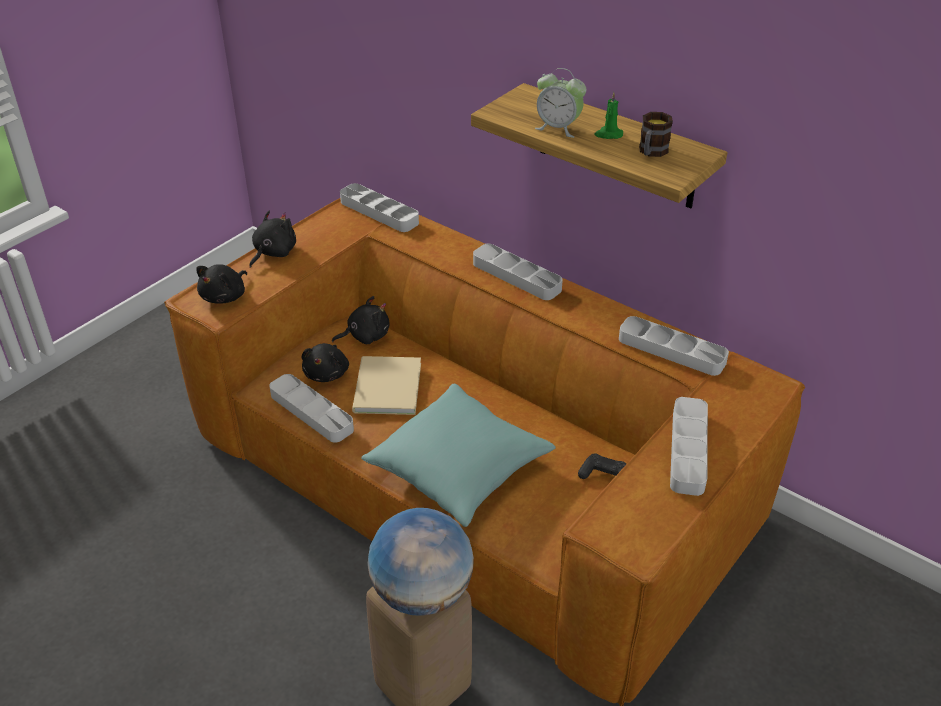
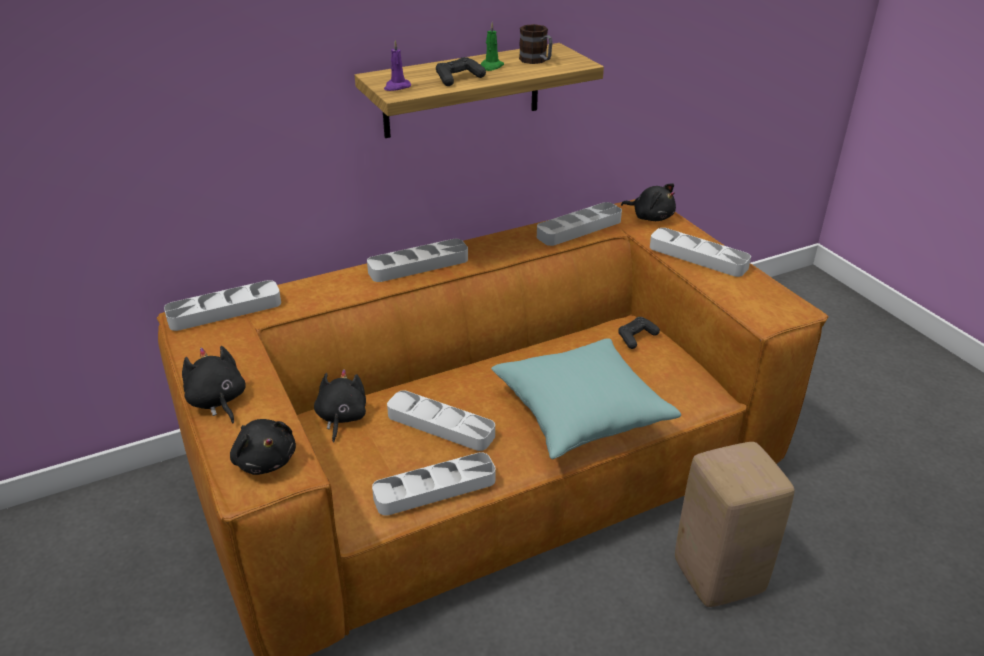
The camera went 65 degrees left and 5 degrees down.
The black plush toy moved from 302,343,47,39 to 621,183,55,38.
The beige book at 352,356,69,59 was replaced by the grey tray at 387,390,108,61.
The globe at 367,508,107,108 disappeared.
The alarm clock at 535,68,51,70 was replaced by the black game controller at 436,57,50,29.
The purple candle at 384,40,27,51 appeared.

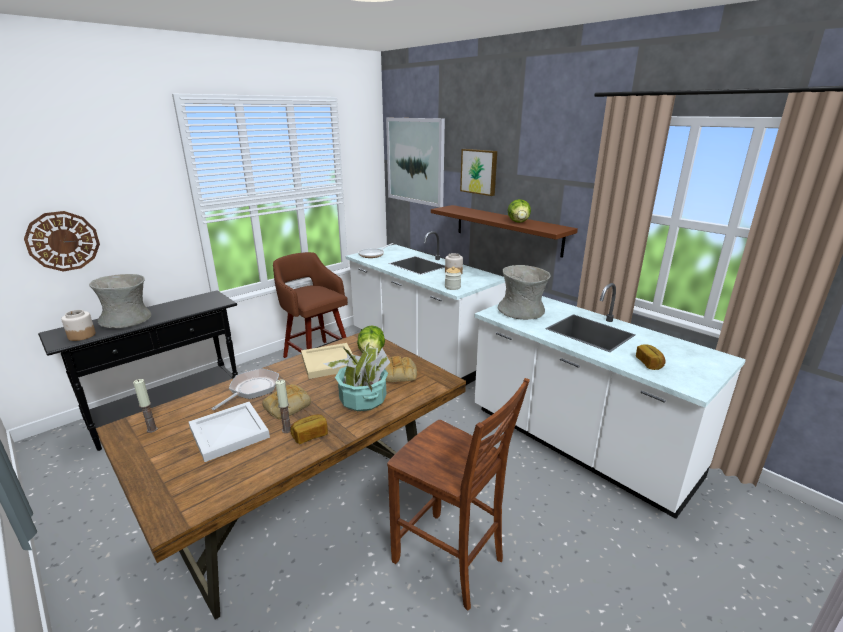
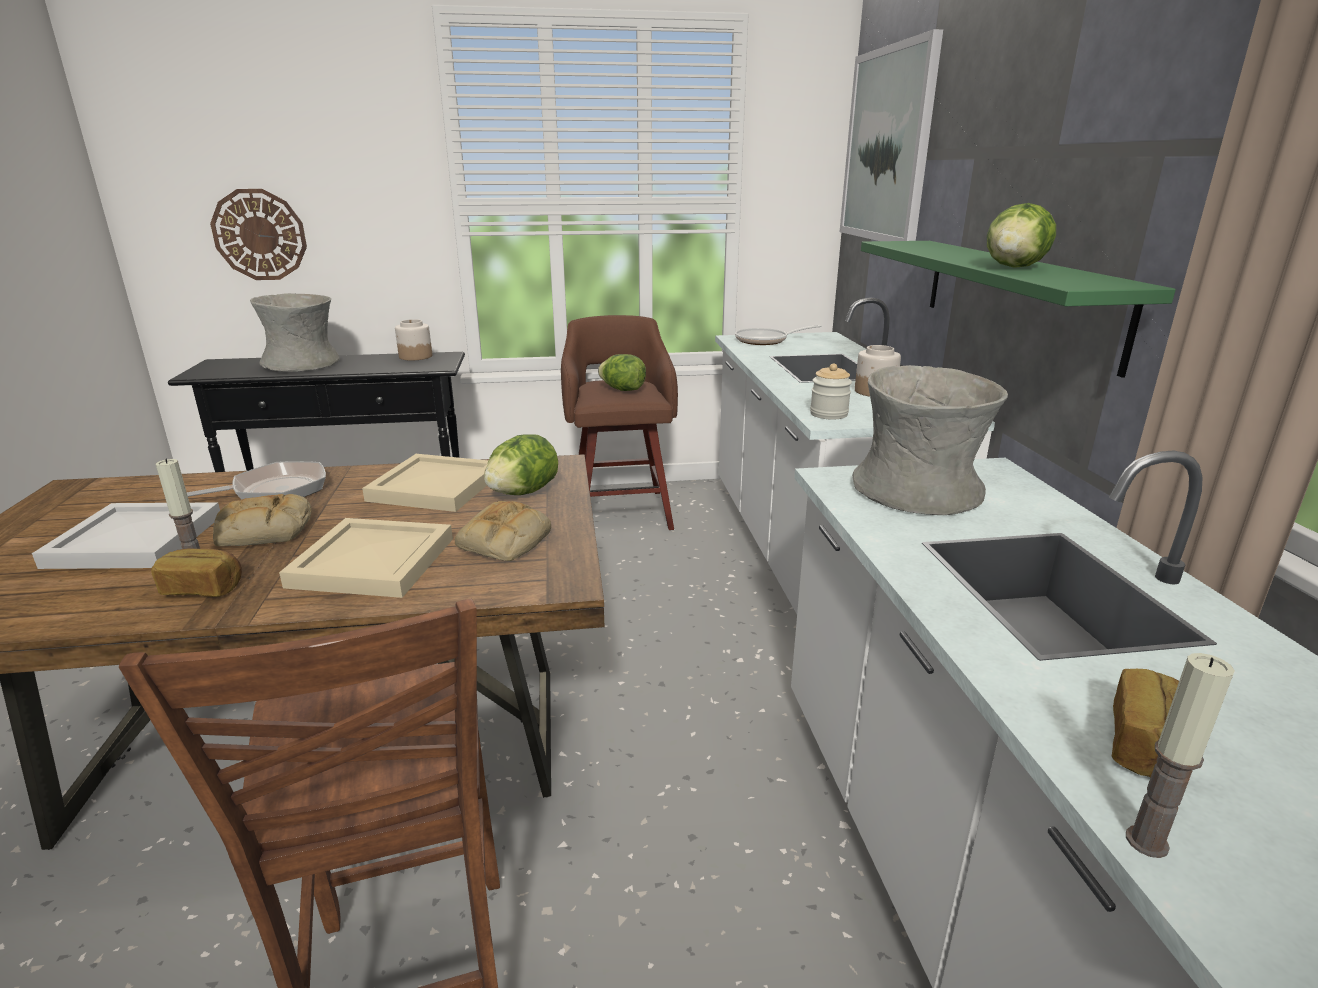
The camera went 35 degrees right and 0 degrees up.
The jar moved from 61,310,35,31 to 395,319,37,42.
The candle moved from 133,379,25,54 to 1126,653,109,205.
The potted plant at 323,343,67,68 was replaced by the beige tray at 279,518,174,80.
The brown shelf at 431,205,147,53 became the green shelf at 861,241,315,137.
The picture at 460,149,37,47 disappeared.
The lettuce at 598,354,48,37 appeared.

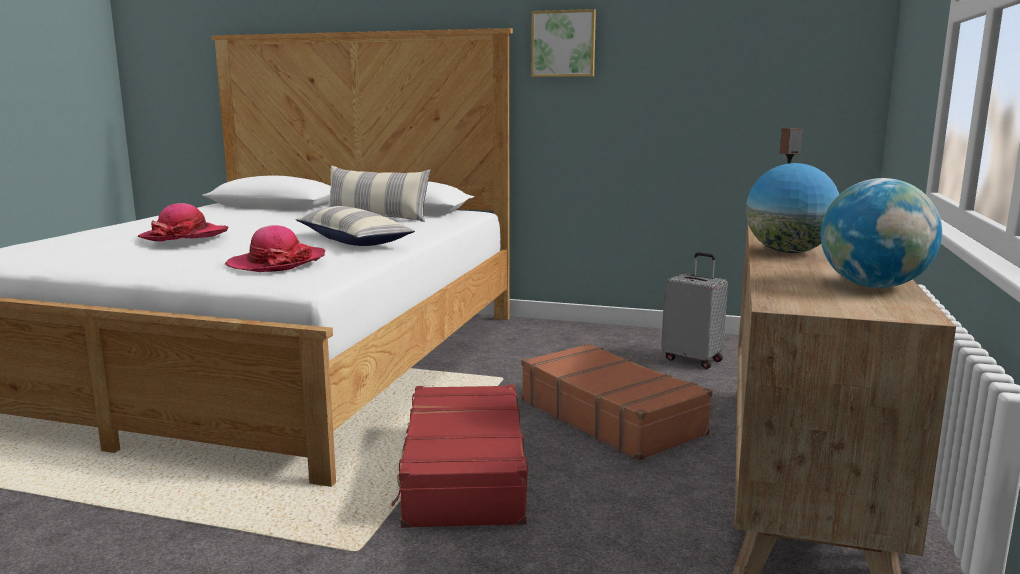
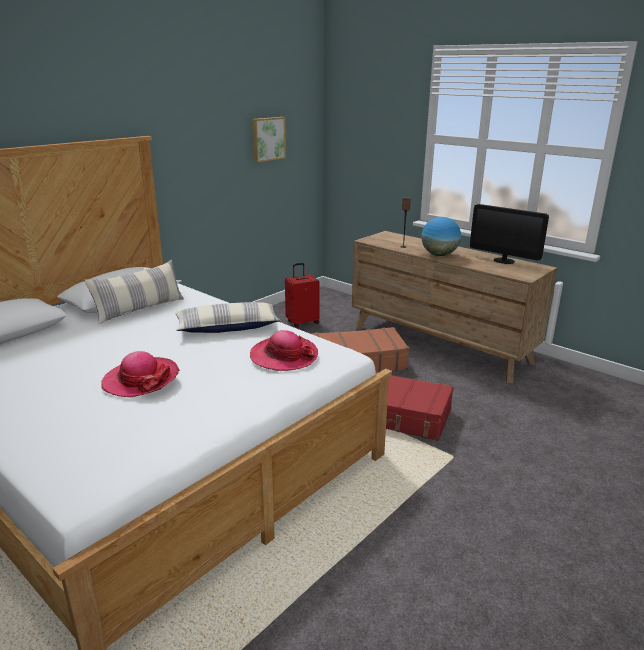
The camera went 65 degrees left and 10 degrees up.
The picture moved from 531,9,65,68 to 252,117,34,45.
The grey suitcase at 661,252,67,117 became the red suitcase at 285,263,35,65.
The globe at 821,178,121,110 was replaced by the monitor at 470,204,79,60.

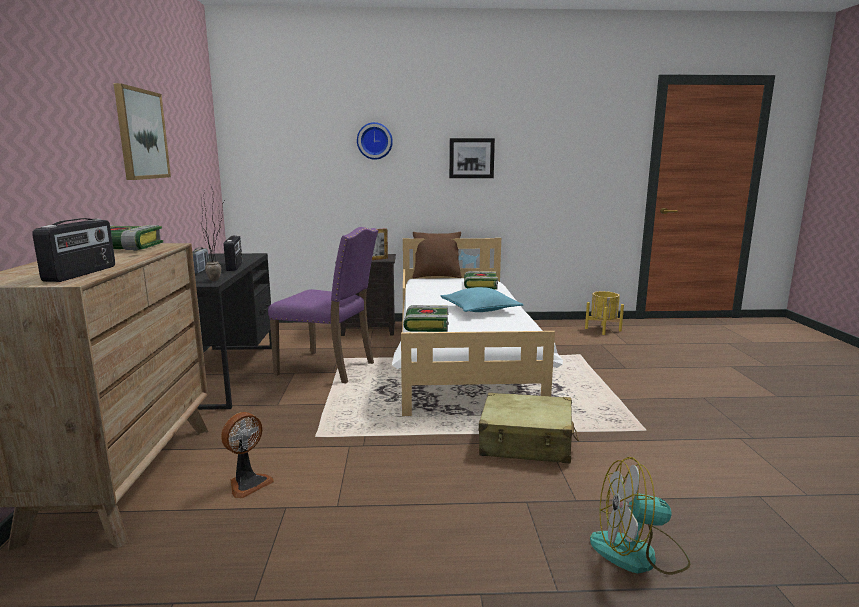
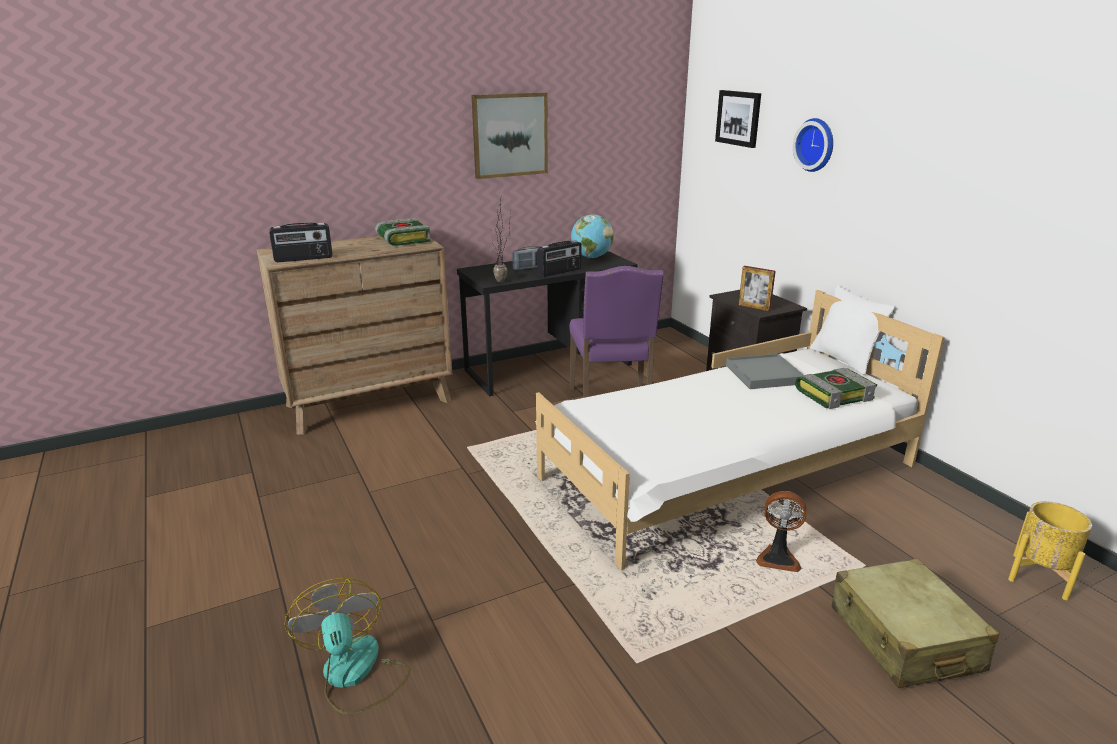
The camera went 65 degrees right and 10 degrees up.
The fan moved from 221,412,53,86 to 756,491,51,81.
The book at 403,305,46,27 disappeared.
The brown pillow at 412,232,50,46 became the white pillow at 810,285,85,90.
The turquoise pillow at 441,287,82,25 disappeared.
The picture moved from 449,138,46,40 to 715,90,46,58.
The beige suitcase moved from 479,393,100,70 to 832,558,167,130.
The globe at 571,214,43,44 appeared.
The grey tray at 726,354,77,35 appeared.

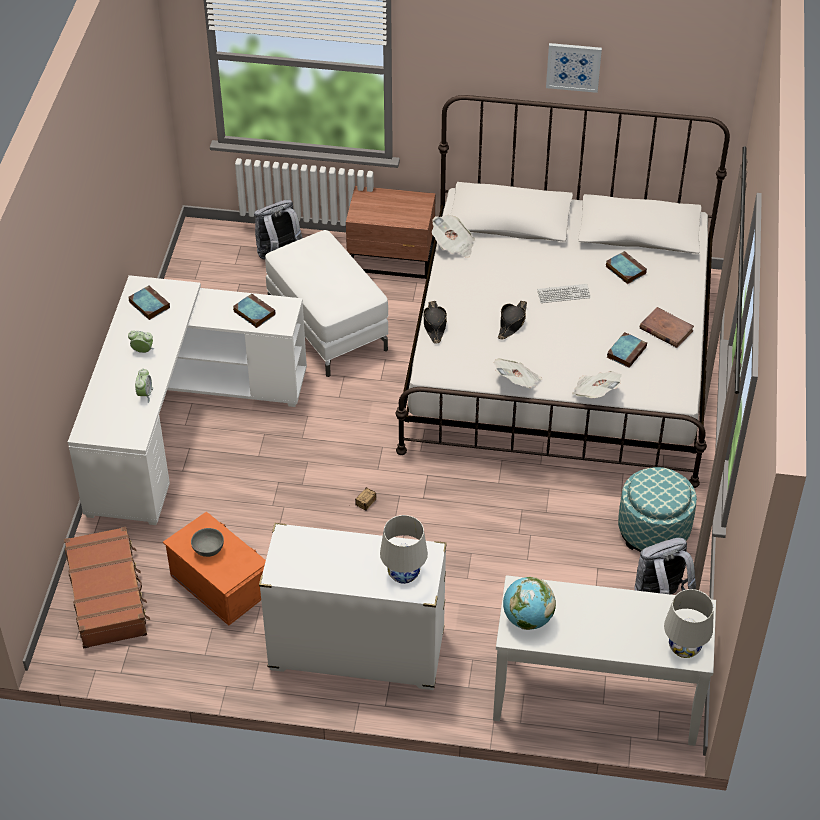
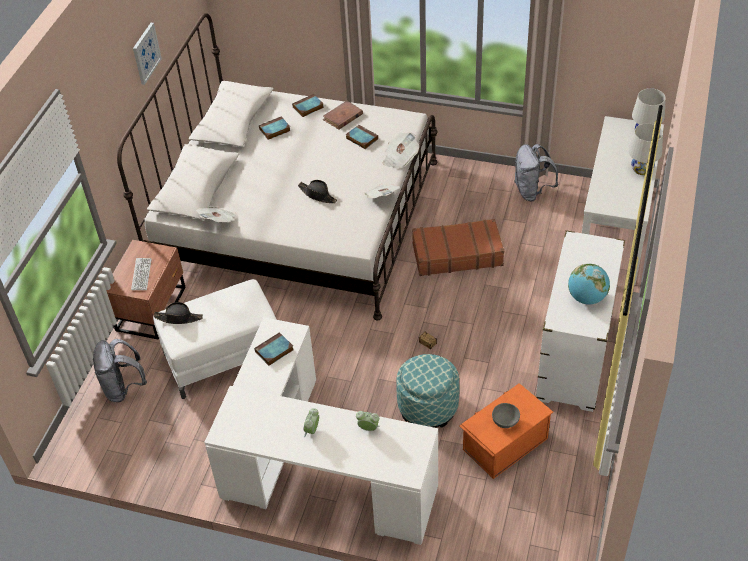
The camera went 80 degrees left and 0 degrees up.
The brown suitcase moved from 64,527,86,121 to 412,219,92,57.
The book moved from 129,286,41,34 to 292,94,32,23.
The white table lamp moved from 380,515,48,69 to 628,123,35,52.
The black hat moved from 423,301,24,43 to 154,302,49,22.
The globe moved from 503,577,53,53 to 568,264,42,41.
The keyboard moved from 537,284,54,19 to 131,258,20,32.
The ottoman moved from 618,467,79,85 to 396,354,63,74.

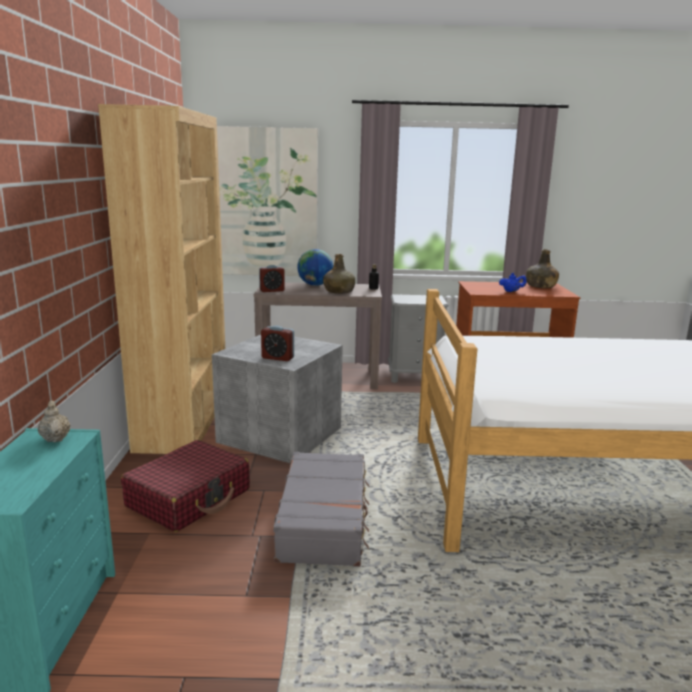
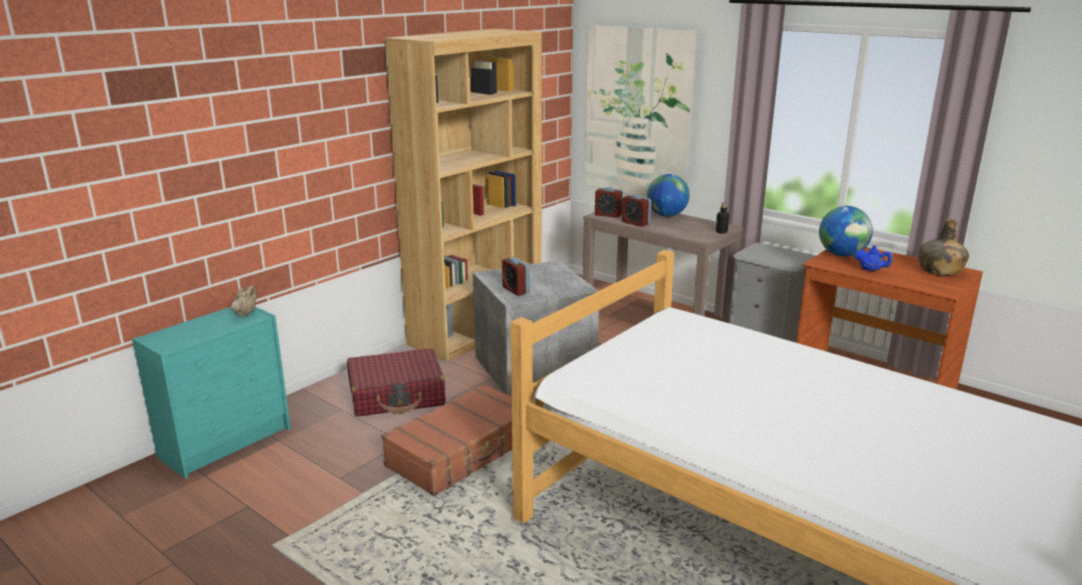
The camera went 40 degrees right and 5 degrees up.
The grey suitcase at 273,452,96,115 became the brown suitcase at 381,383,131,113.
The green bottle at 323,254,32,40 disappeared.
The alarm clock at 622,194,29,33 appeared.
The globe at 819,206,54,51 appeared.

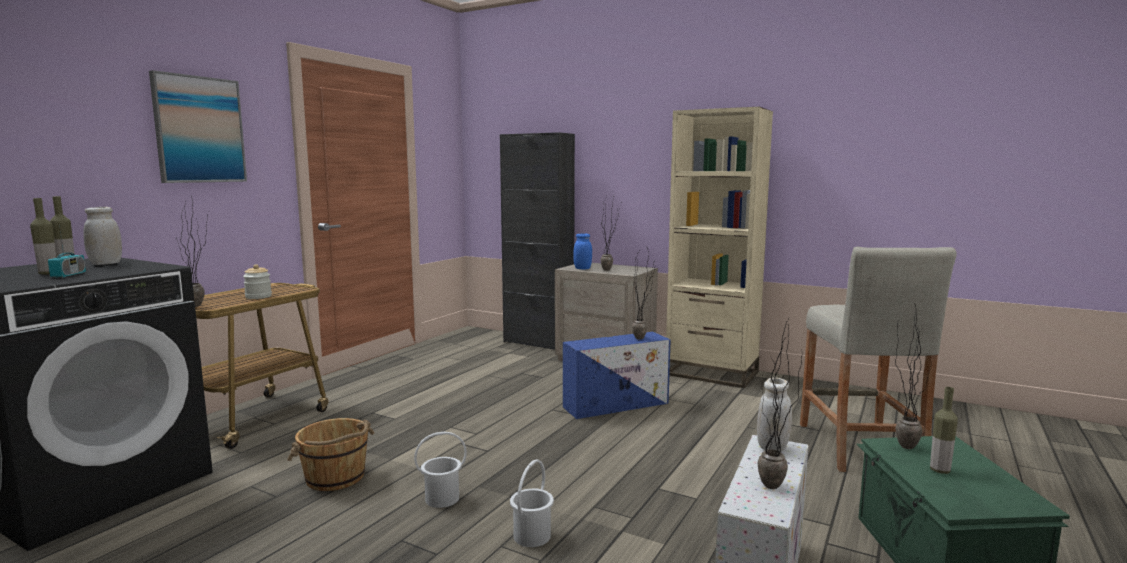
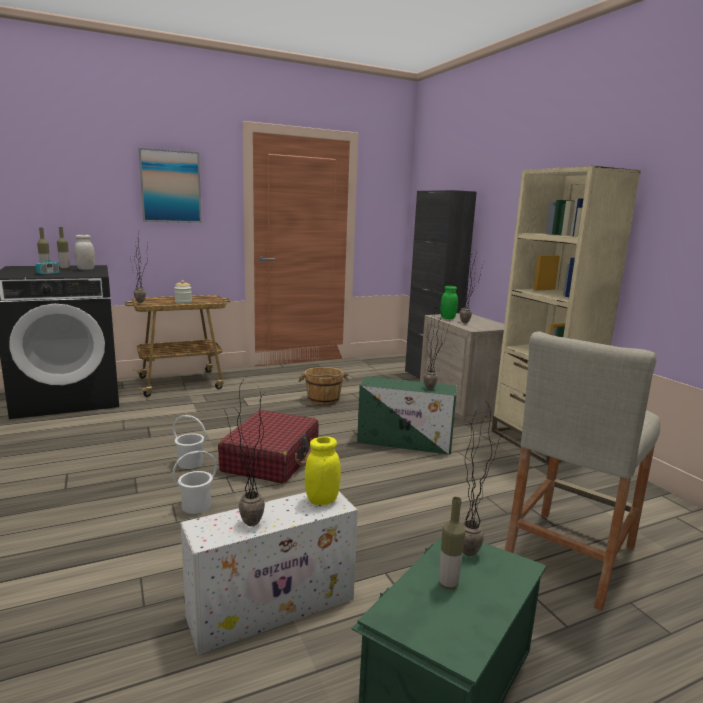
The camera went 35 degrees right and 5 degrees up.
The brown bucket moved from 287,418,87,73 to 298,367,51,38.
The blue storage box at 563,332,108,87 became the green storage box at 357,376,100,79.
The blue jar at 573,234,19,35 became the green jar at 440,286,18,33.
The white jar at 757,378,35,74 became the yellow jar at 305,437,36,68.
The red suitcase at 218,410,101,74 appeared.

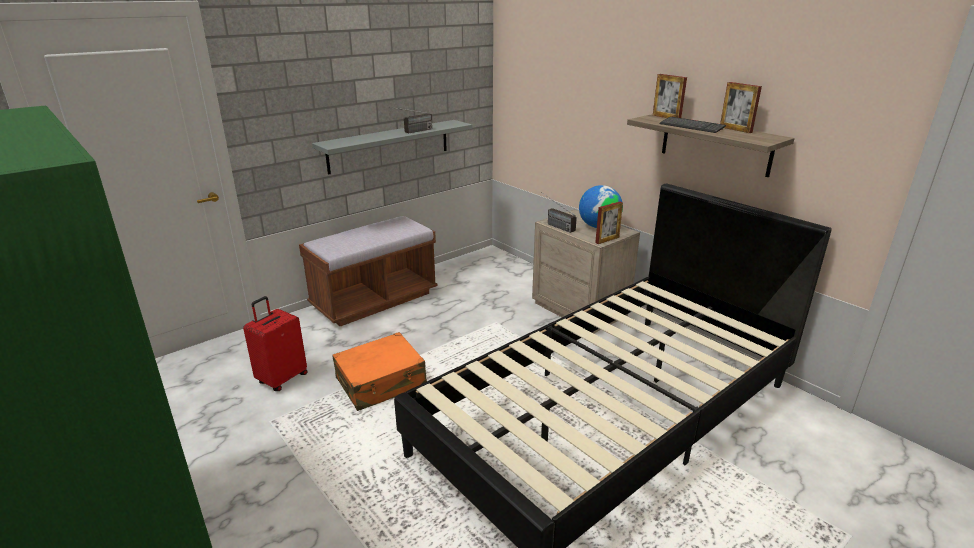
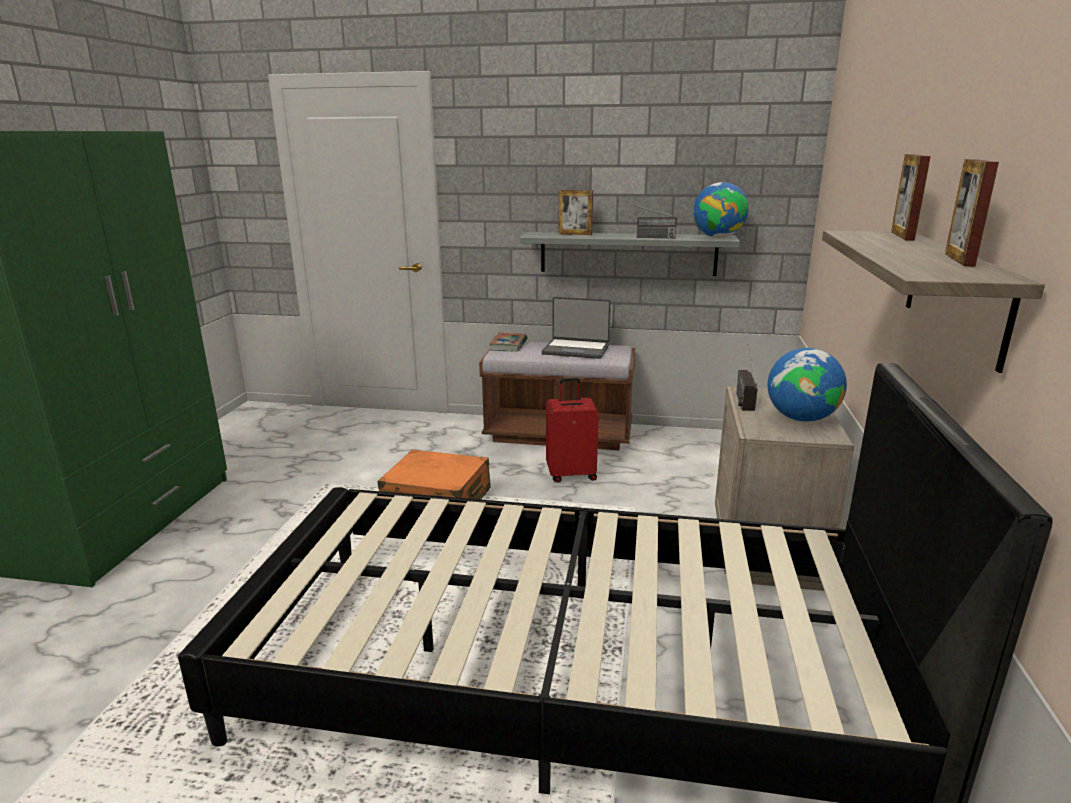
The camera went 50 degrees right and 5 degrees down.
The red suitcase moved from 243,296,64,95 to 546,378,53,105.
The picture frame moved from 595,202,28,42 to 558,190,35,45.
The keyboard at 659,117,67,16 disappeared.
The book at 490,332,37,19 appeared.
The laptop at 542,297,69,62 appeared.
The globe at 693,182,56,56 appeared.

